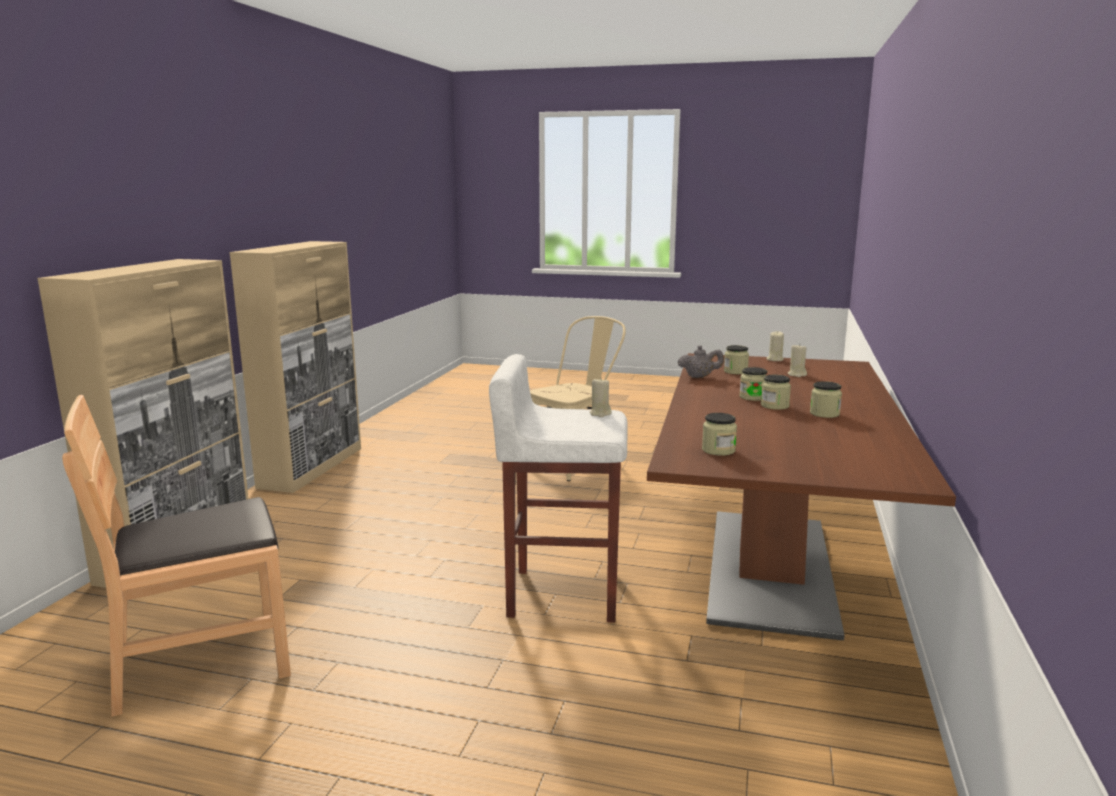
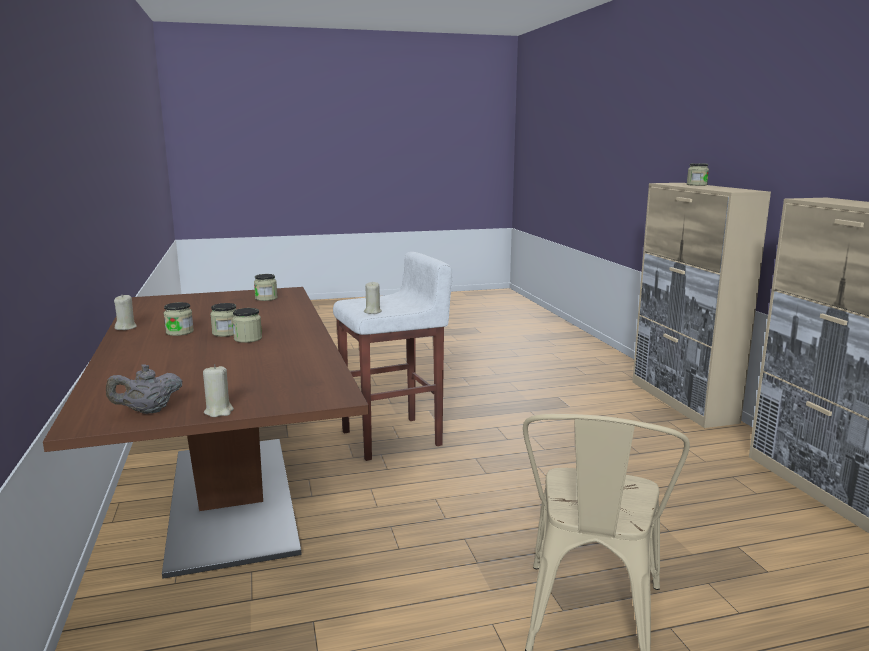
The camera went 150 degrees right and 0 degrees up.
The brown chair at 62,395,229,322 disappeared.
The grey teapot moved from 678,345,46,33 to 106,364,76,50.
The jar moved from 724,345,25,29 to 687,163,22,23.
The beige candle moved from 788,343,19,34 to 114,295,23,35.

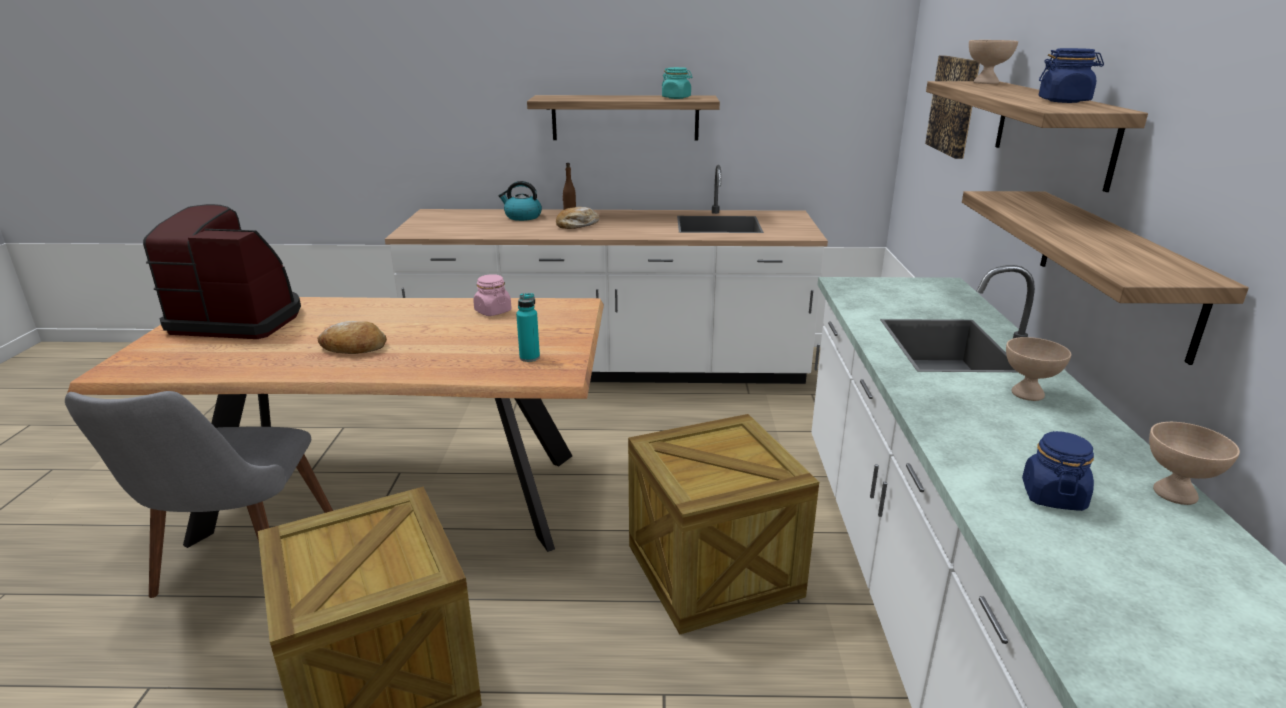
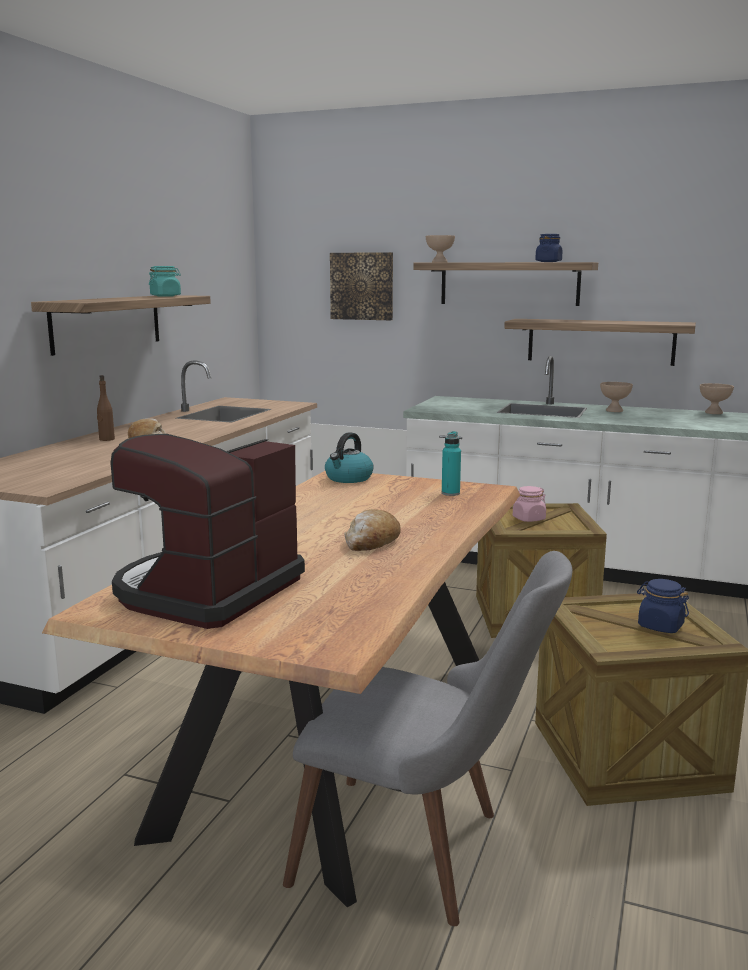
The camera went 70 degrees left and 10 degrees down.
The pink jar moved from 473,274,39,42 to 513,486,33,36.
The kettle moved from 498,181,44,40 to 325,432,49,51.
The blue jar moved from 1022,431,72,80 to 637,579,52,54.

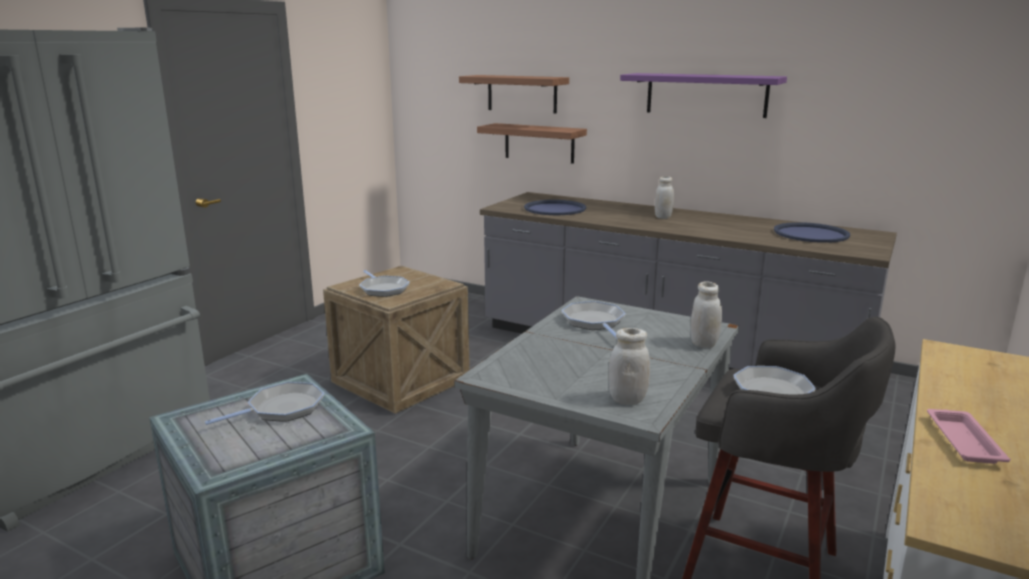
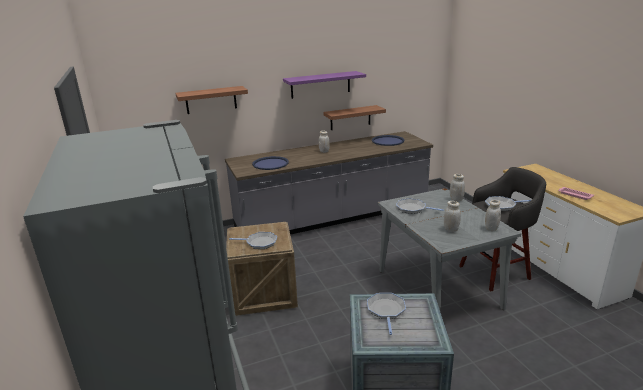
The camera went 50 degrees left and 5 degrees up.
The shelf moved from 477,123,110,41 to 324,105,62,25.
The white jar at 444,201,17,31 appeared.

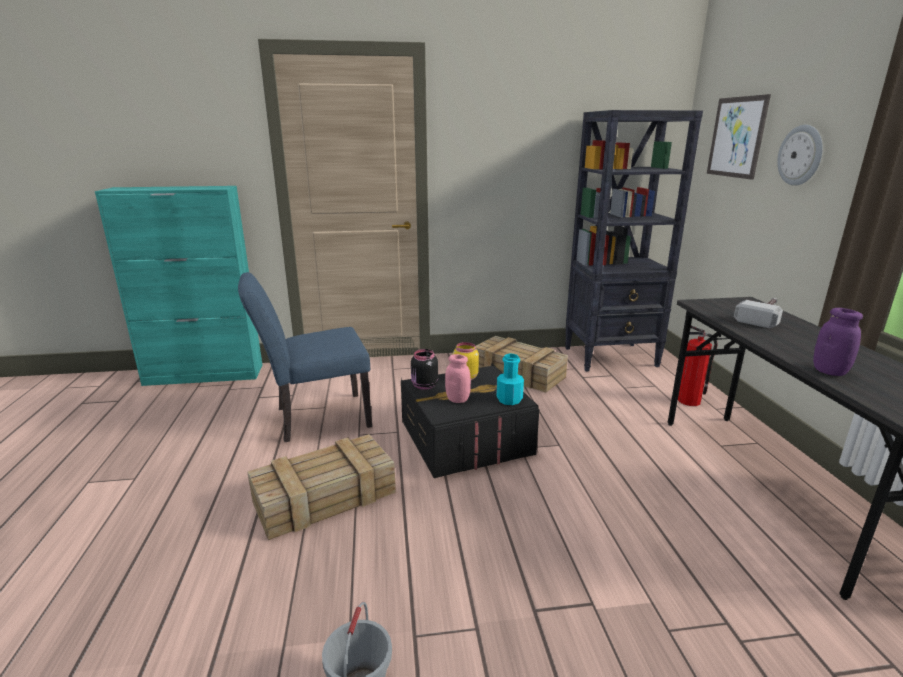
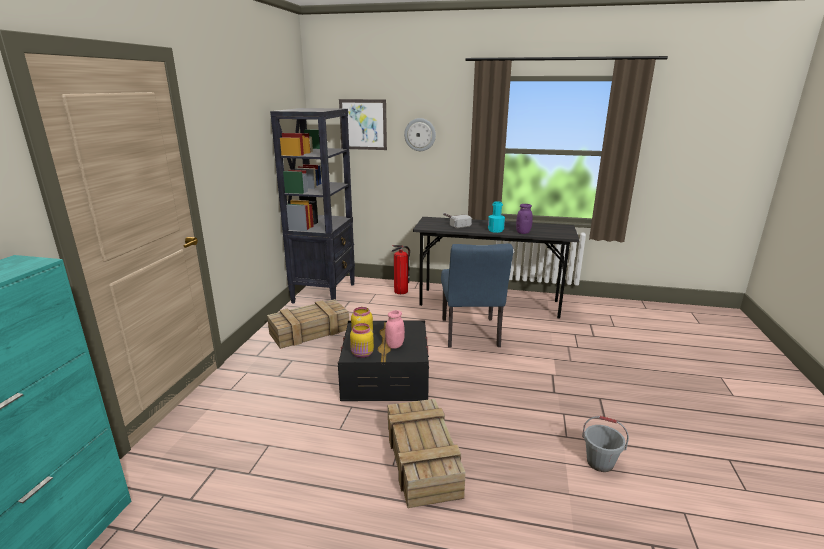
The camera went 70 degrees left and 0 degrees up.
The blue chair moved from 238,272,134,170 to 441,244,72,104.
The black jar at 411,349,27,41 became the yellow jar at 350,323,24,35.
The turquoise bottle moved from 496,354,28,51 to 488,201,17,32.

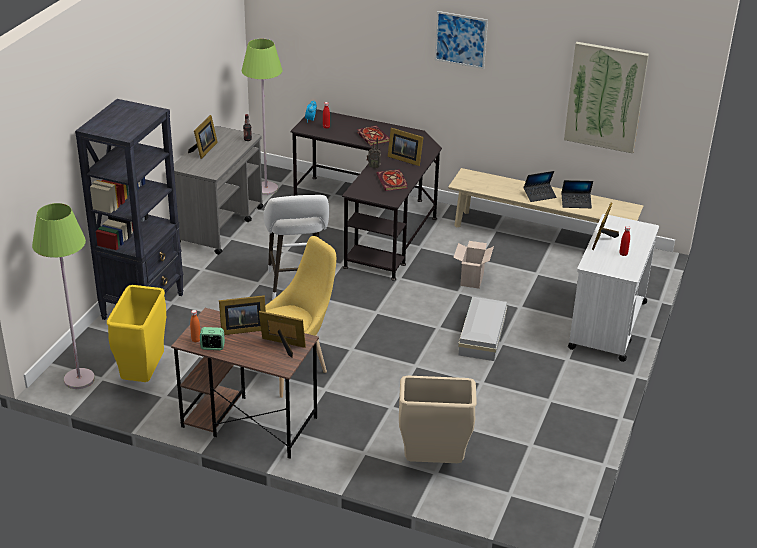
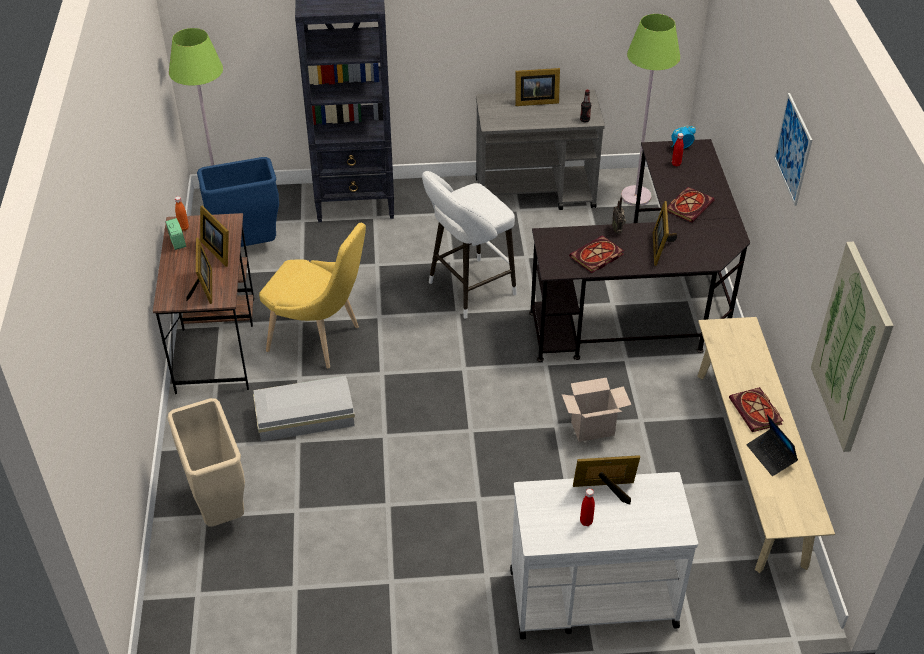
The camera went 65 degrees right and 10 degrees up.
The yellow trash can at 107,285,59,97 became the blue trash can at 197,157,82,90.
The white storage box moved from 458,297,49,64 to 253,376,102,66.
The laptop at 524,171,32,31 was replaced by the book at 729,387,54,45.

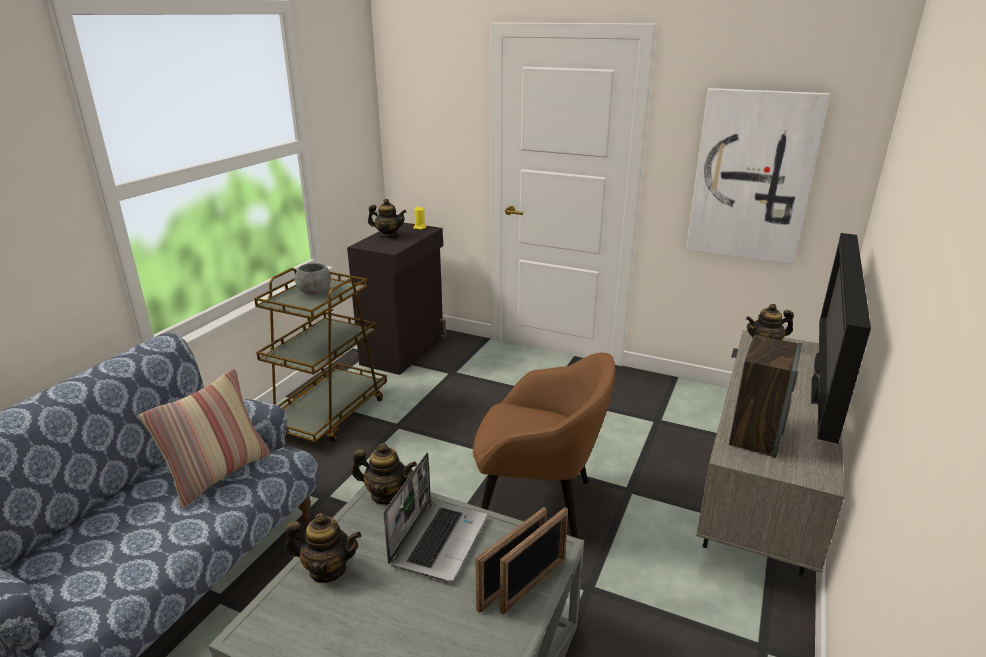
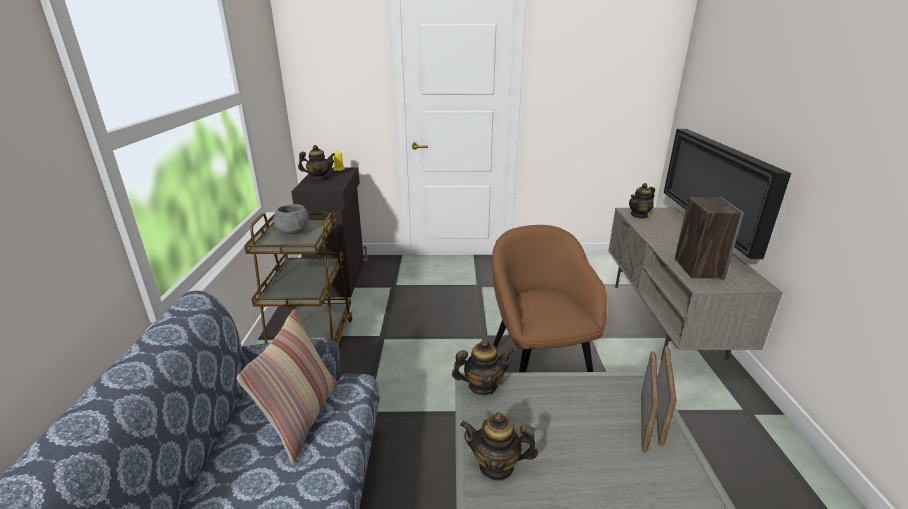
The camera went 25 degrees left and 0 degrees up.
The teapot at 285,513,76,70 turned 150 degrees counterclockwise.
The laptop at 384,453,103,129 disappeared.
The brown armchair at 473,352,142,186 turned 90 degrees counterclockwise.
The picture at 686,88,144,176 disappeared.

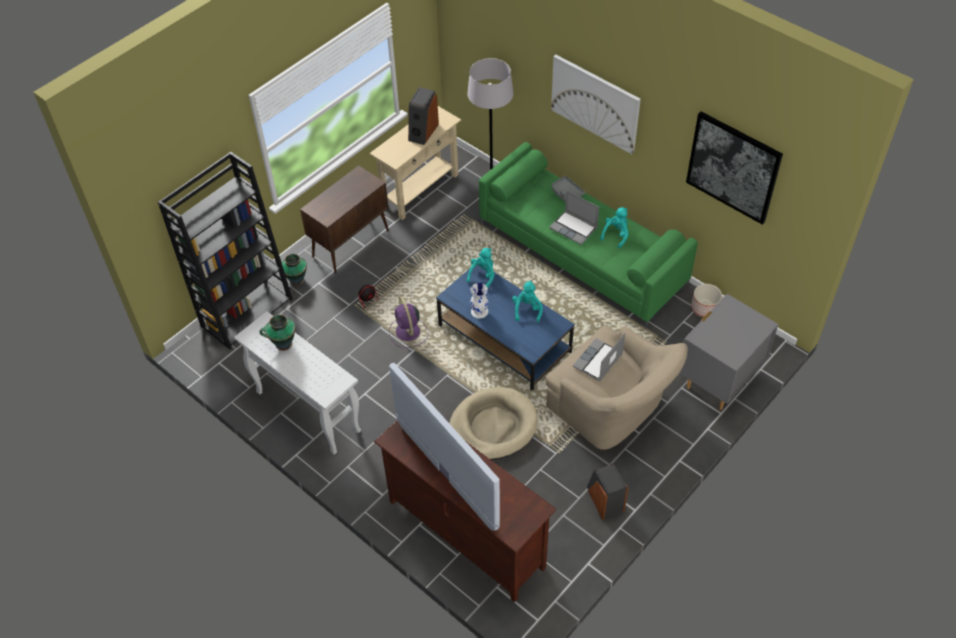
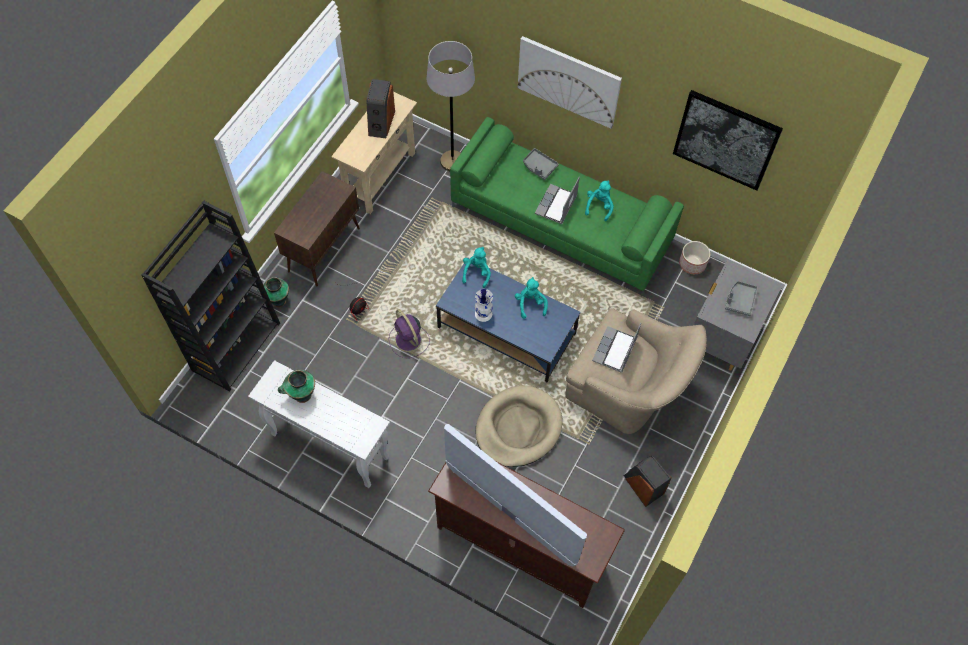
The camera went 15 degrees left and 10 degrees up.
The laptop at 549,191,50,54 turned 90 degrees clockwise.
The grey tray at 725,281,33,35 appeared.

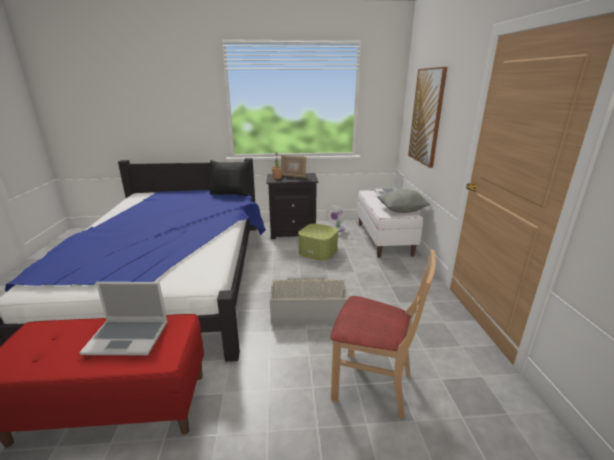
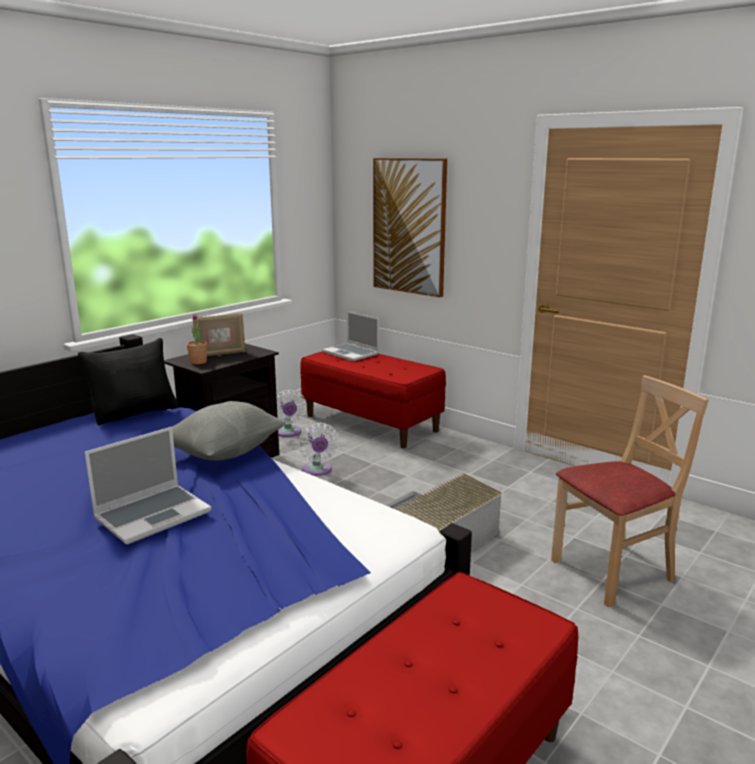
The camera went 45 degrees left and 5 degrees down.
The laptop moved from 79,282,89,73 to 85,427,126,117.
The storage box at 298,224,41,37 was replaced by the white fan at 298,423,41,53.
The white bench at 357,190,66,68 became the red bench at 300,351,146,98.
The grey pillow moved from 377,189,53,24 to 172,401,113,60.

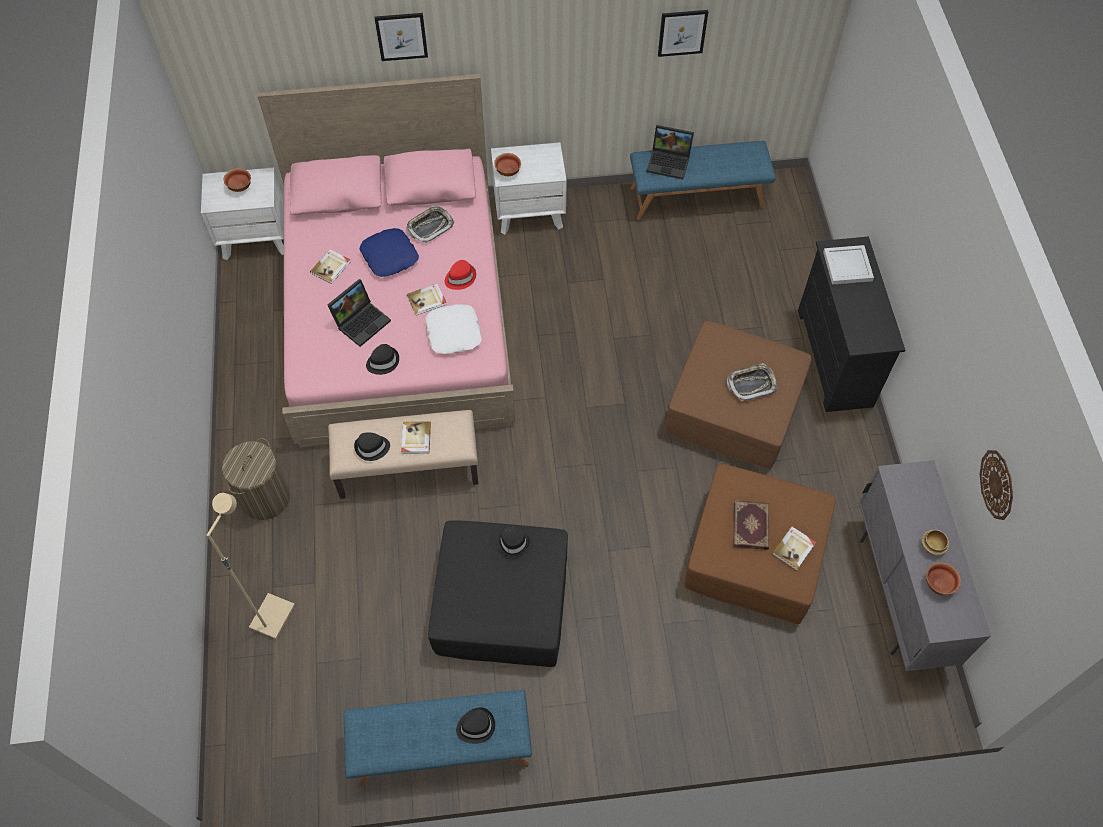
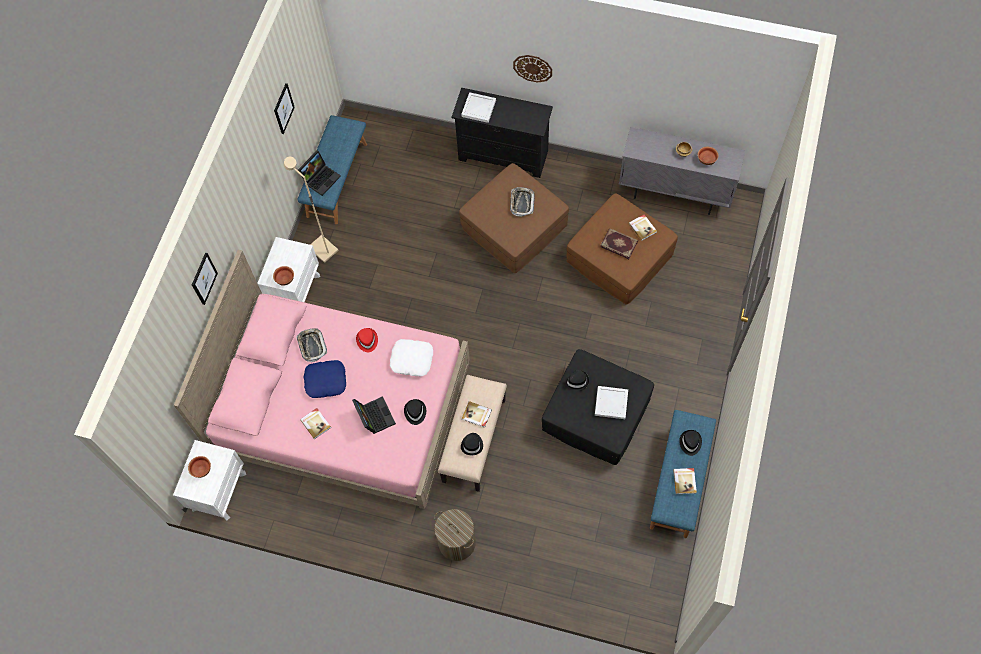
The camera went 65 degrees left and 5 degrees up.
The beige floor lamp moved from 207,493,88,146 to 284,157,55,106.
The book moved from 407,284,40,32 to 673,468,24,26.
The wall clock moved from 980,450,33,70 to 513,55,39,28.
The white tray at 595,386,33,33 appeared.

